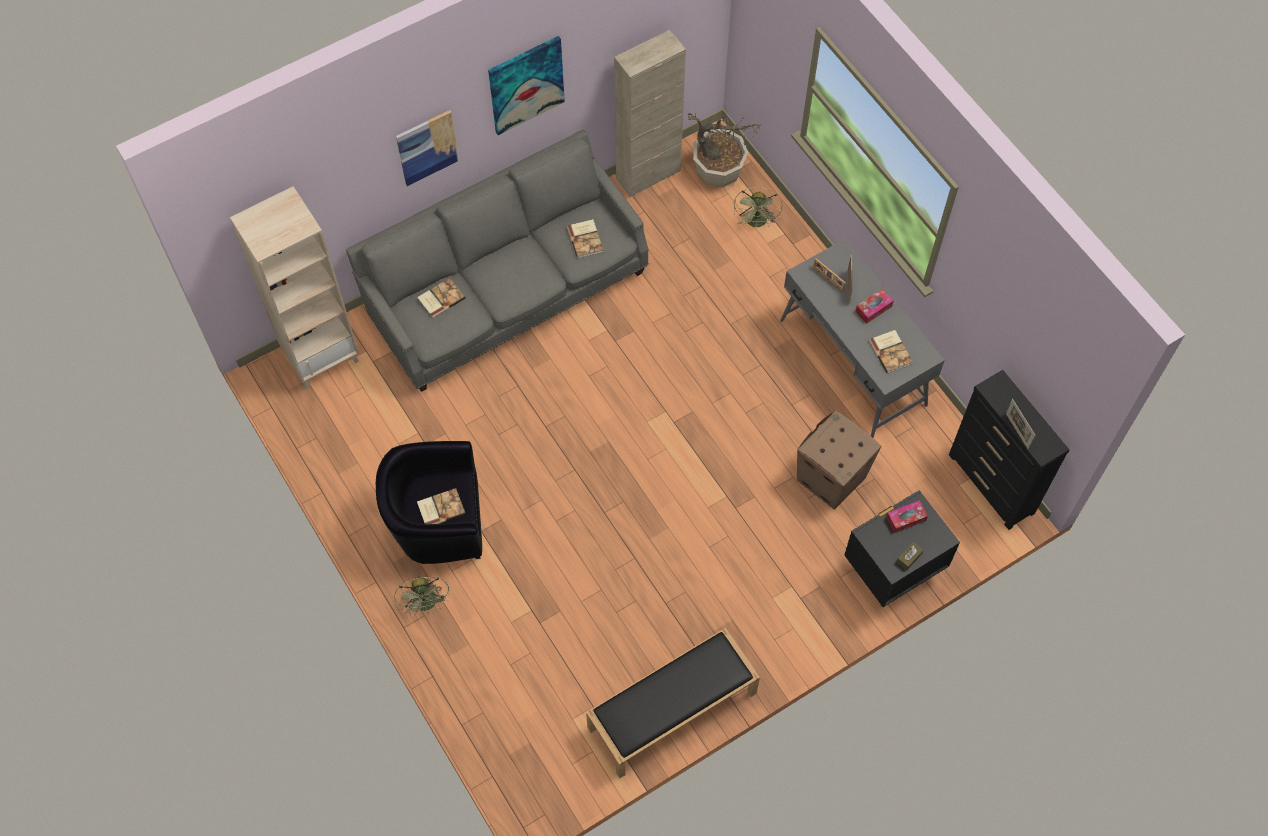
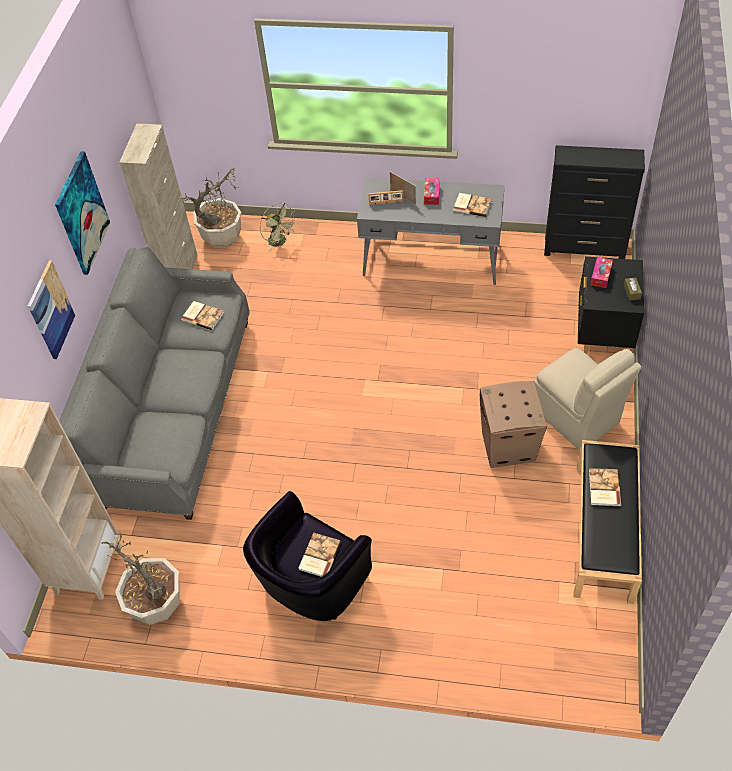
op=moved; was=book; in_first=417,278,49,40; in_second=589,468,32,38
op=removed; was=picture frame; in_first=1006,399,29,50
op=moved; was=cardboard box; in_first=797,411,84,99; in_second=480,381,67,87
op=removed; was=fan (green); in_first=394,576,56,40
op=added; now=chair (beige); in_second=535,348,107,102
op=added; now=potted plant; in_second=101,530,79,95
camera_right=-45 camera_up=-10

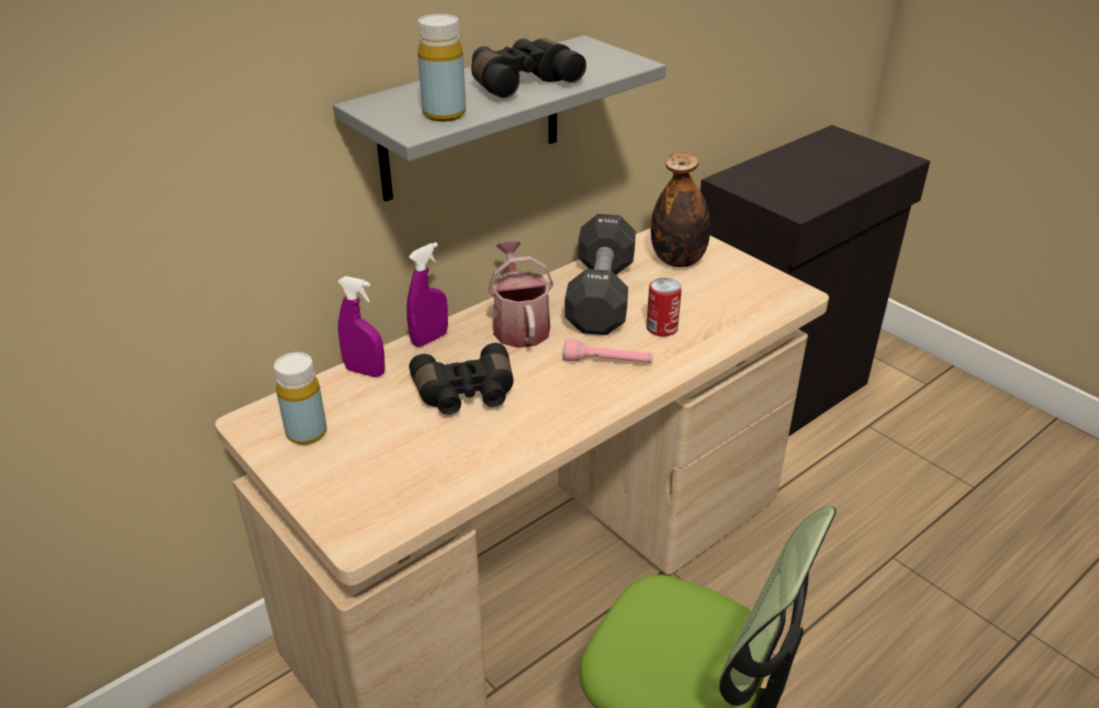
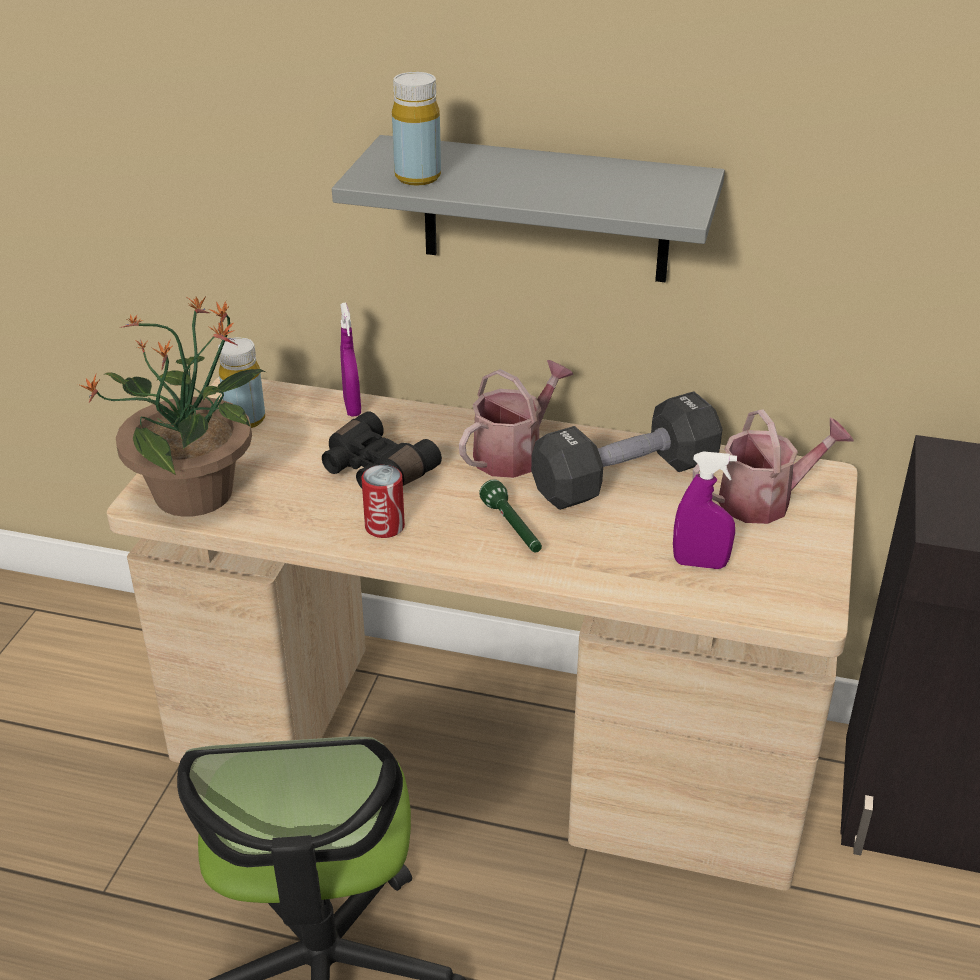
op=removed; was=binoculars (black); in_first=471,38,115,61
op=replaced; was=bottle; now=watering can; in_first=651,152,59,115; in_second=693,409,161,115
op=moved; was=spray bottle (purple); in_first=407,242,41,105; in_second=673,451,64,118
op=moved; was=can; in_first=646,278,36,59; in_second=362,465,43,73
op=recoloured; was=flashlight (pink); now=flashlight (green); in_first=563,339,90,24; in_second=479,479,63,73
op=added; now=potted plant; in_second=78,296,188,221
camera_right=55 camera_up=0

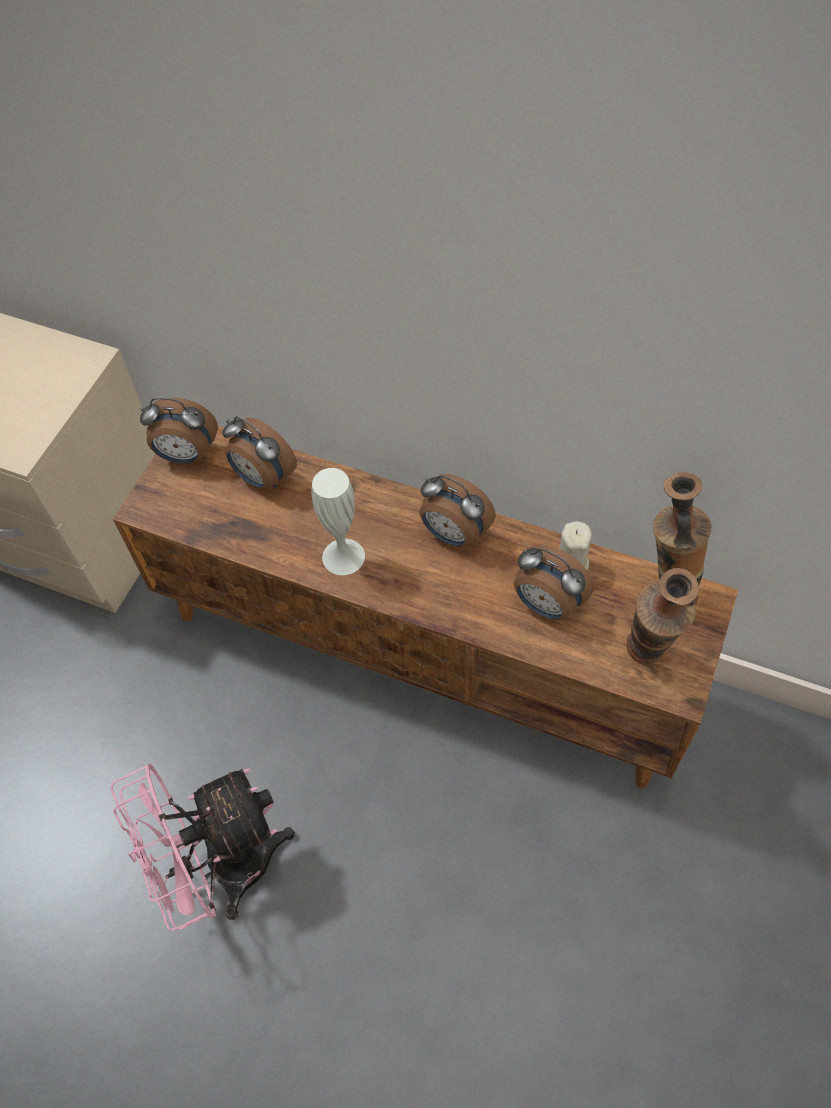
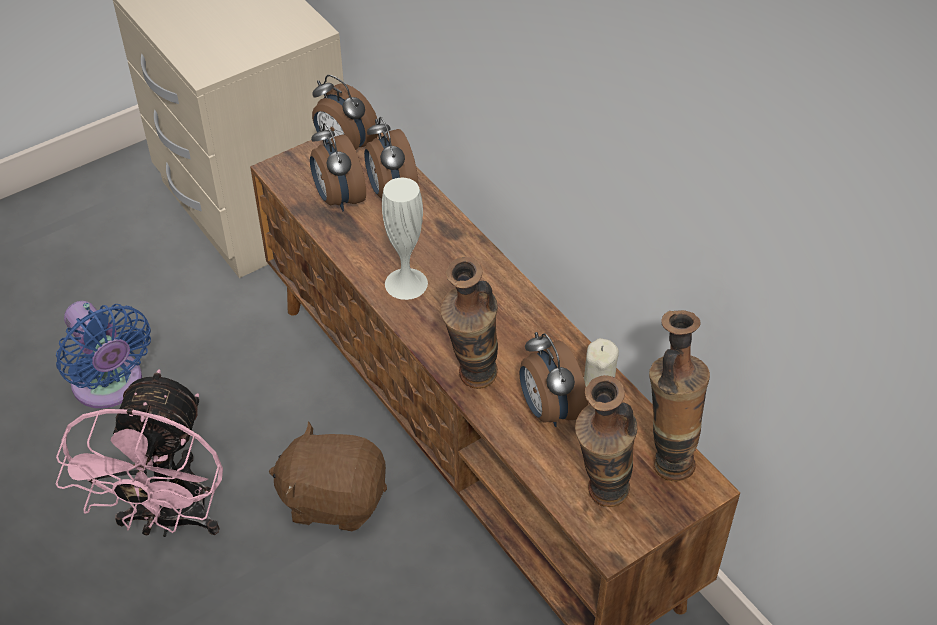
op=moved; was=alarm clock; in_first=419,474,77,73; in_second=310,123,56,88
op=turned; was=fan (pink); in_first=110,764,185,167; in_second=56,369,167,168; clockwise=-90
op=added; now=vase; in_second=440,257,58,132
op=added; now=fan (blue); in_second=56,301,95,107
op=added; now=plush toy (brown); in_second=269,422,118,109
camera_right=30 camera_up=-10

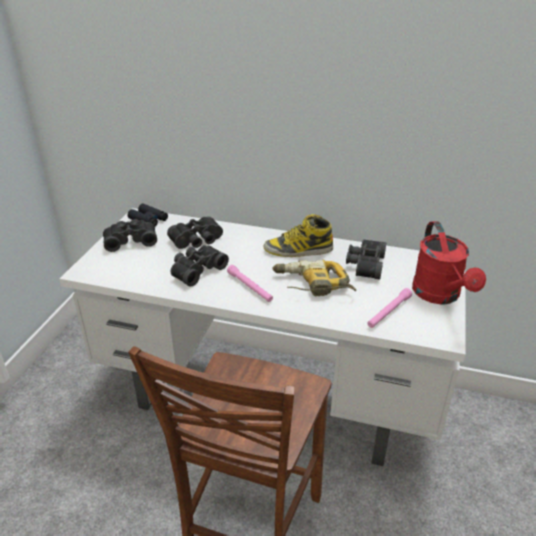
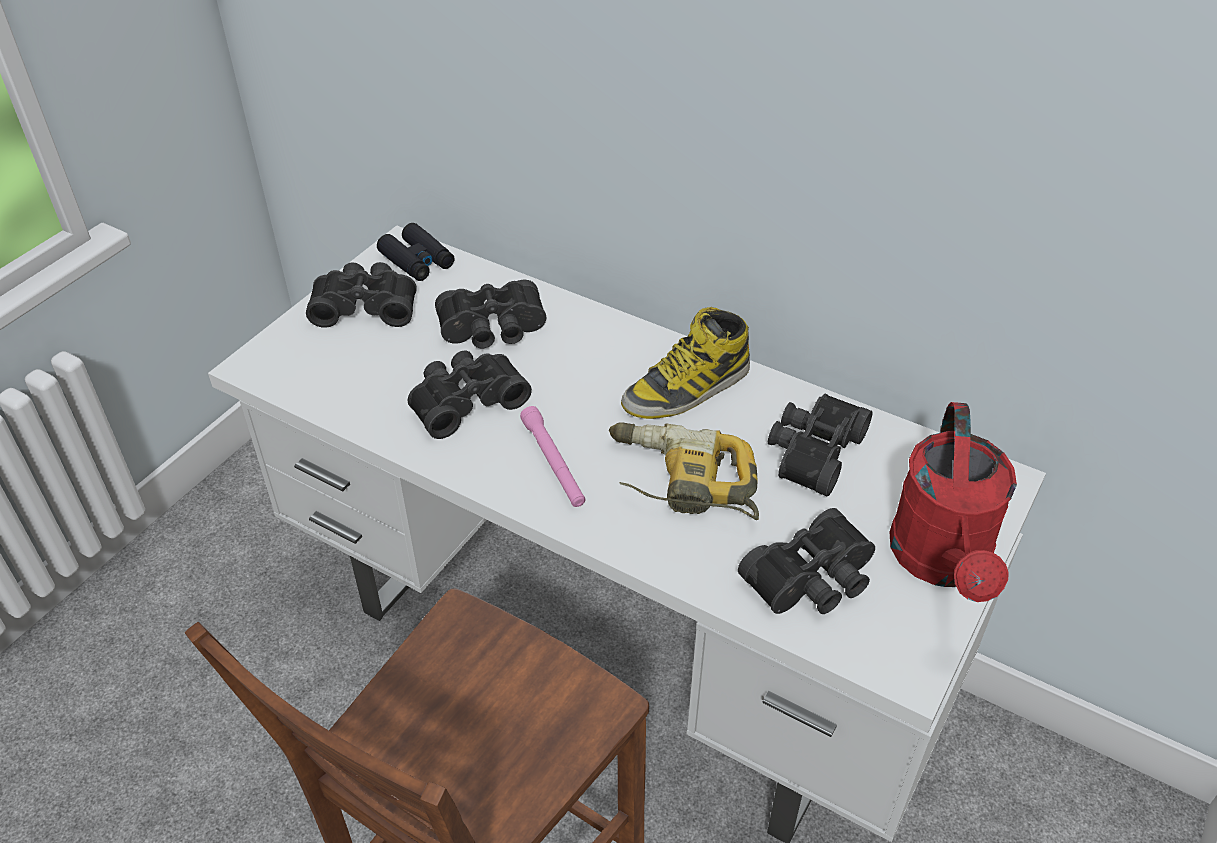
op=turned; was=boot; in_first=264,214,69,43; in_second=621,307,129,112; clockwise=-45
op=replaced; was=flashlight (pink); now=binoculars (black); in_first=368,288,44,40; in_second=738,508,137,106
camera_right=15 camera_up=10

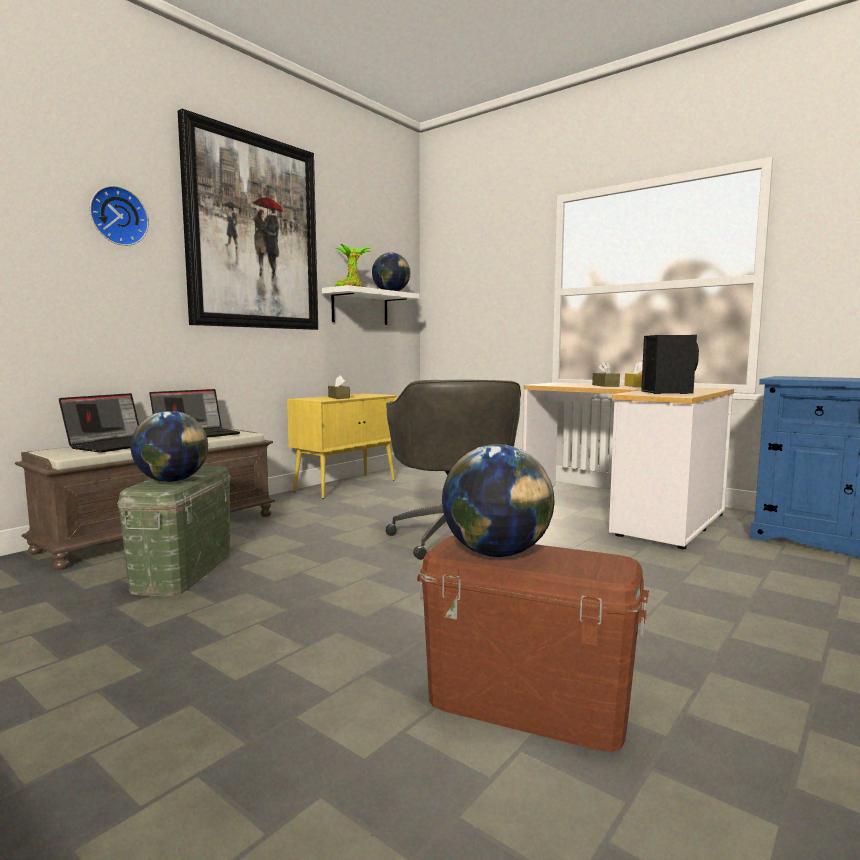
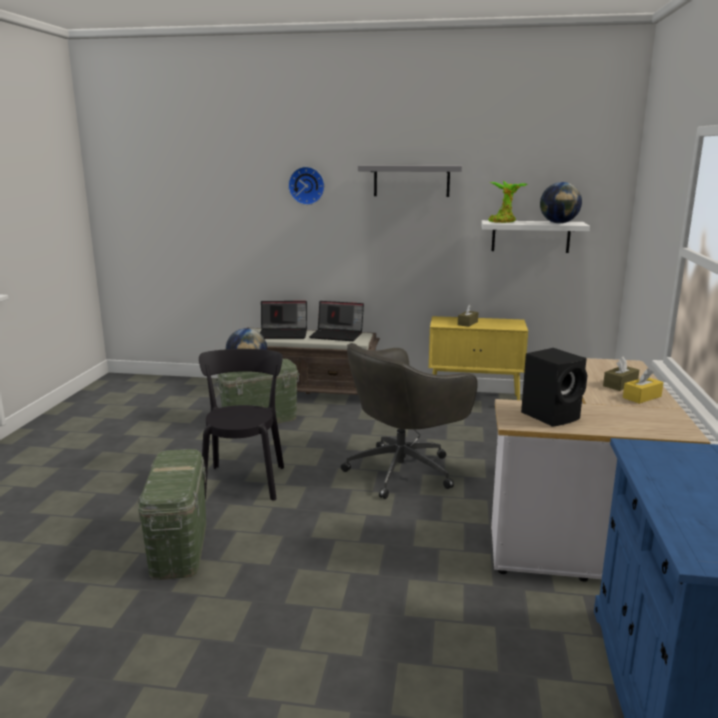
op=replaced; was=picture; now=shelf (grey); in_first=178,109,140,221; in_second=358,165,104,32
op=removed; was=globe; in_first=442,444,113,113
op=recoloured; was=storage box (brown); now=storage box (green); in_first=417,535,232,217; in_second=138,449,68,131
op=added; now=chair (black); in_second=199,349,85,151
camera_right=60 camera_up=10

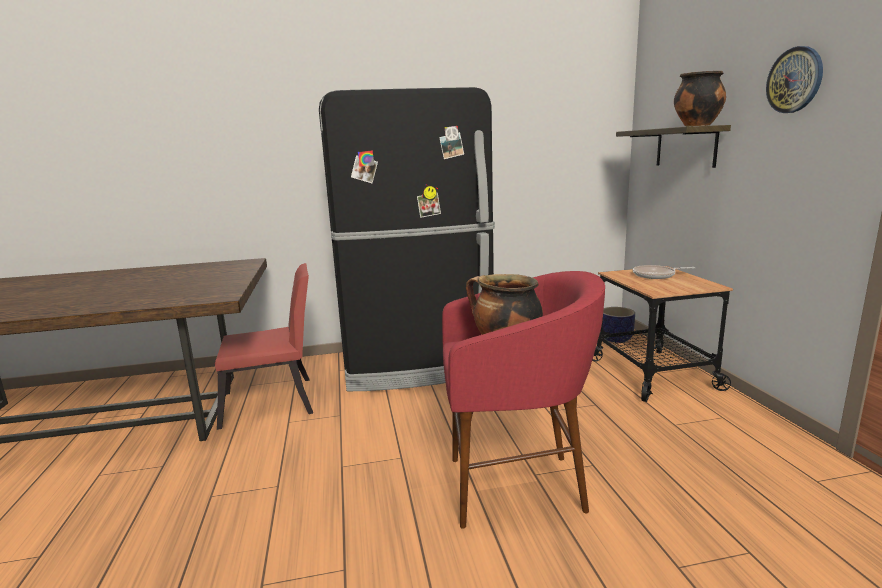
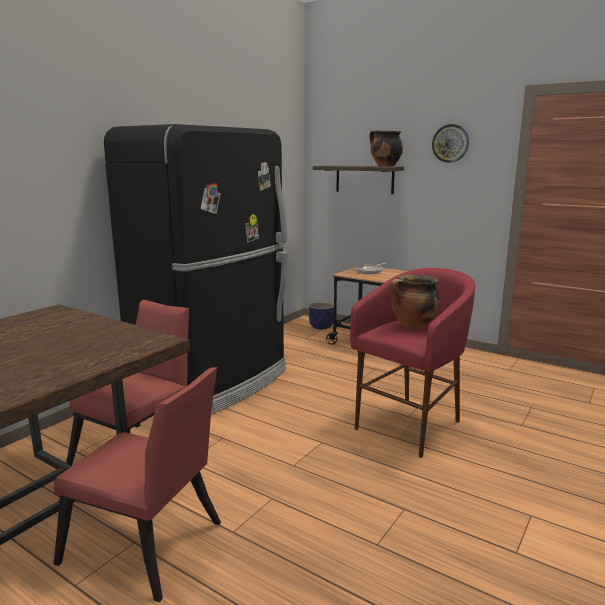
op=added; now=chair (red); in_second=53,367,168,235
camera_right=-45 camera_up=0

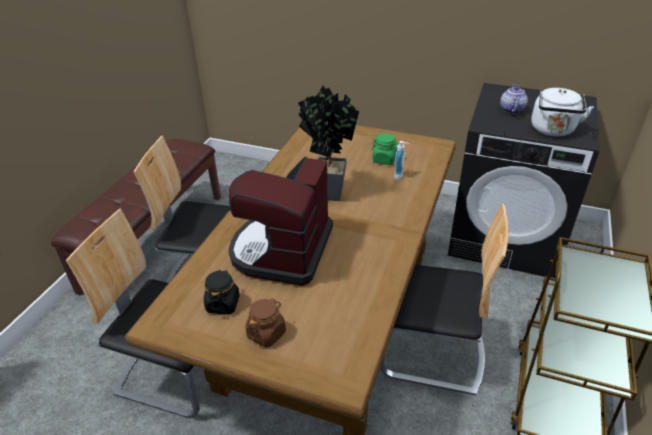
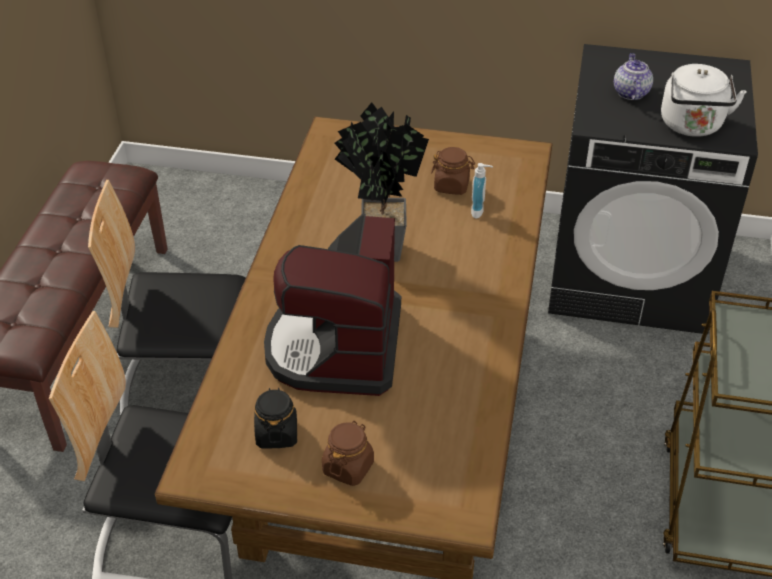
op=recoloured; was=jar (green); now=jar (brown); in_first=371,134,28,31; in_second=431,147,44,48
op=removed; was=chair; in_first=380,203,128,192
camera_right=-10 camera_up=5

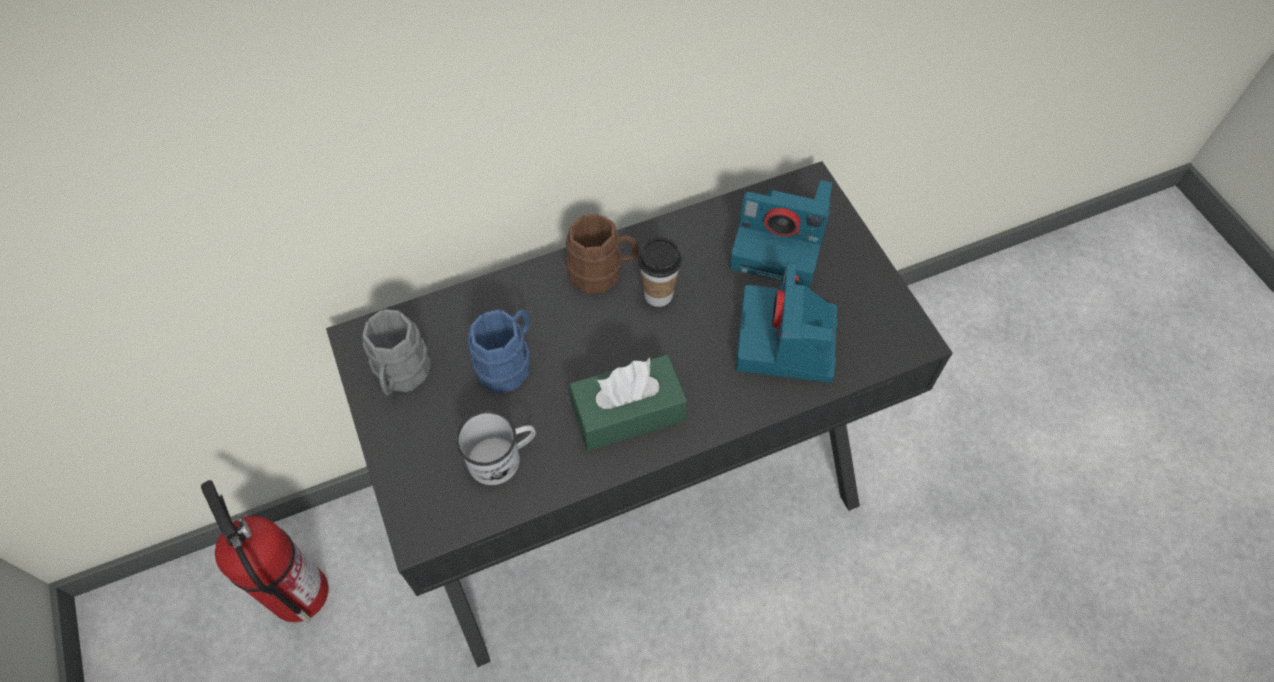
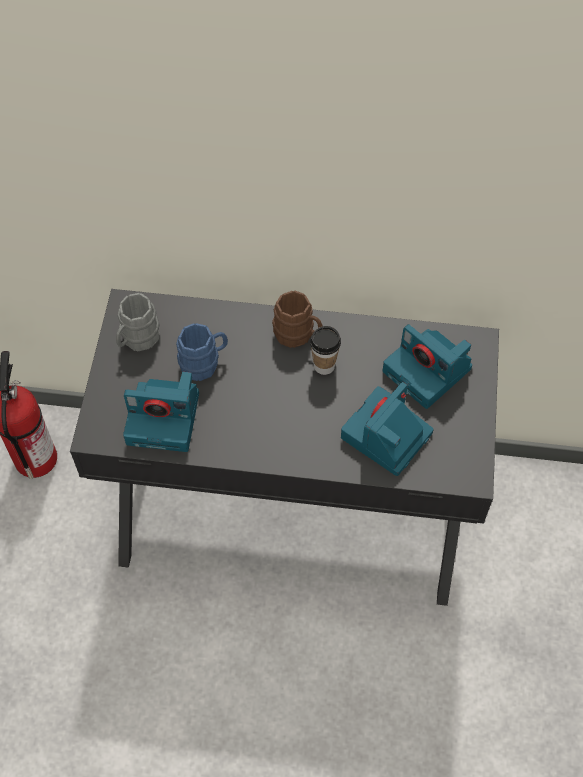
op=removed; was=tissue box (green); in_first=569,354,118,97
op=replaced; was=mug (white); now=photo camera; in_first=456,411,80,74; in_second=123,372,76,80
camera_right=30 camera_up=0

